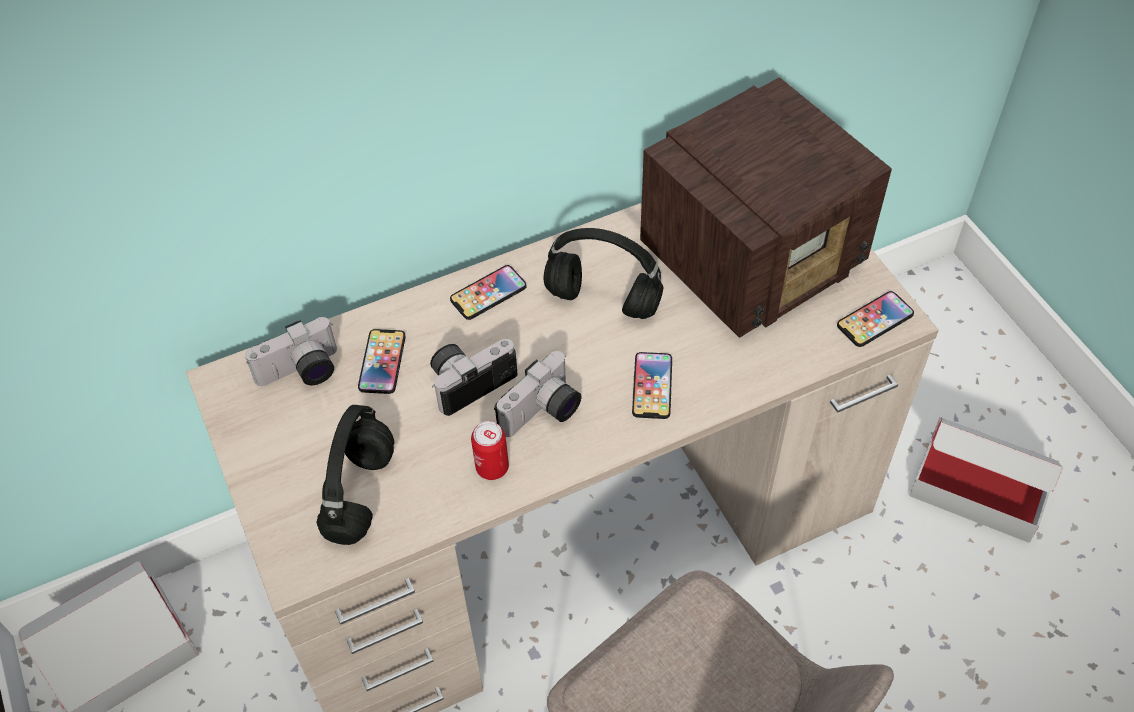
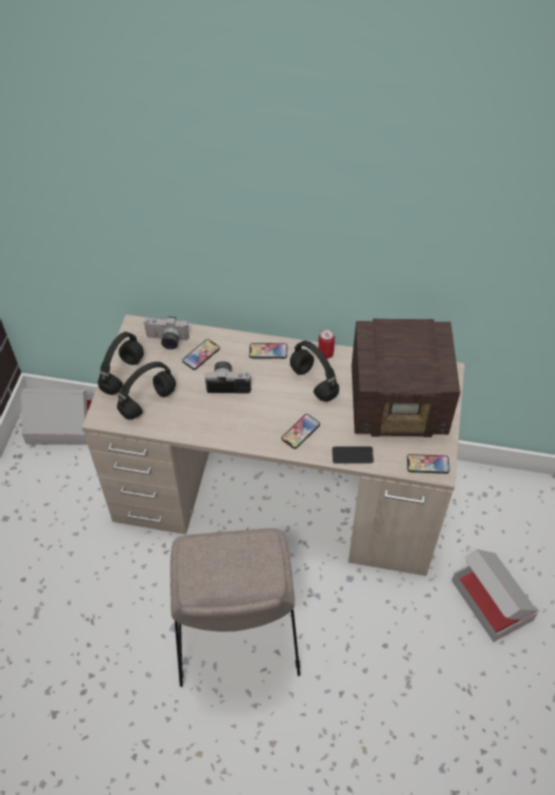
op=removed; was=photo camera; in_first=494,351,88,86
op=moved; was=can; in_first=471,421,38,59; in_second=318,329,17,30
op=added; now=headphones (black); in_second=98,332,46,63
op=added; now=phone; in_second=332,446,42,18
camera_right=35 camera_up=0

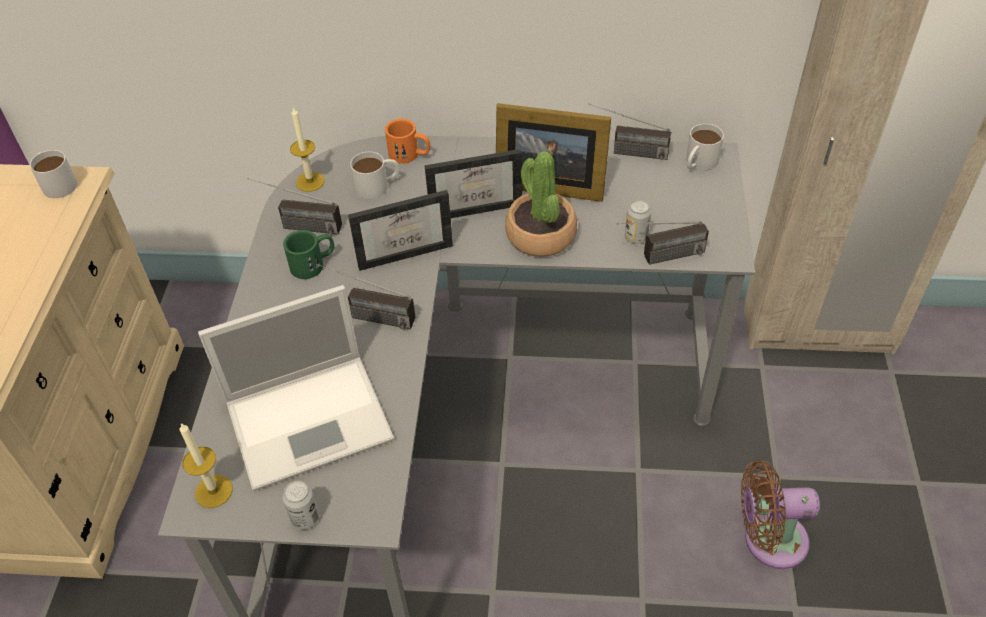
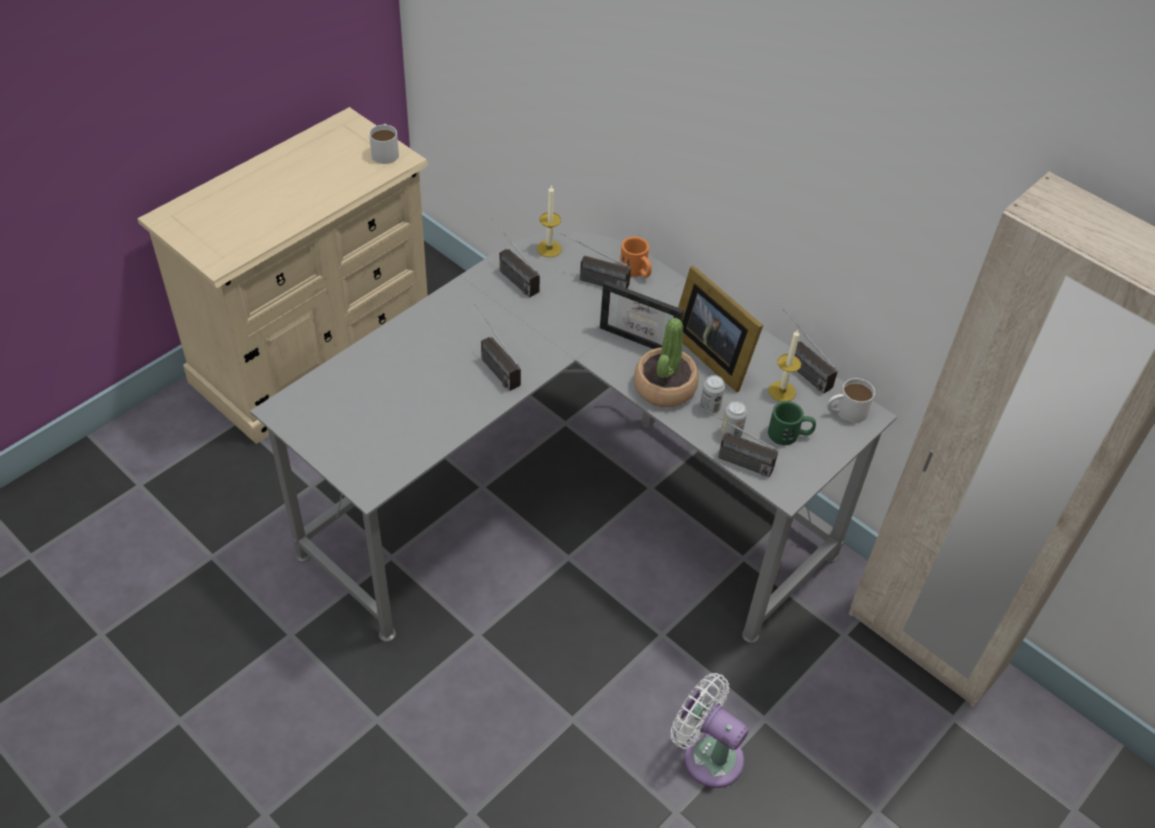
op=replaced; was=mug (white); now=radio; in_first=350,152,50,47; in_second=560,233,71,56
op=removed; was=picture frame; in_first=348,190,105,81
op=moved; was=mug (green); in_first=283,230,51,49; in_second=768,401,48,44
op=removed; was=laptop; in_first=198,285,196,206
op=moved; was=candle; in_first=180,423,53,85; in_second=769,330,32,72
op=recoloured; was=fan (brown); now=fan (white); in_first=741,460,79,109; in_second=671,673,78,115
op=moved; was=can; in_first=282,481,37,49; in_second=700,375,25,39
camera_right=35 camera_up=0

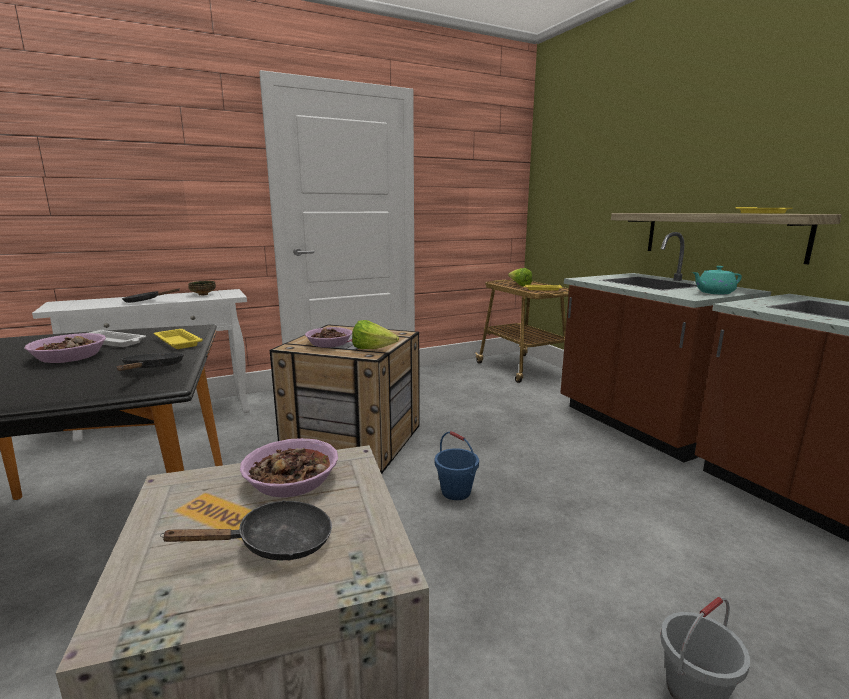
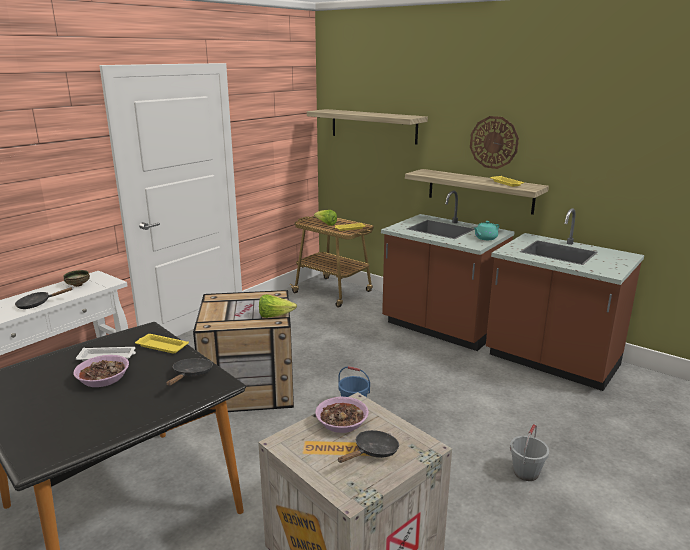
op=removed; was=bowl; in_first=305,327,47,21
op=turned; was=frying pan (black); in_first=117,353,67,18; in_second=166,358,47,28; clockwise=45
op=added; now=shelf; in_second=307,109,121,36
op=added; now=wall clock; in_second=470,116,49,53
camera_right=-25 camera_up=5

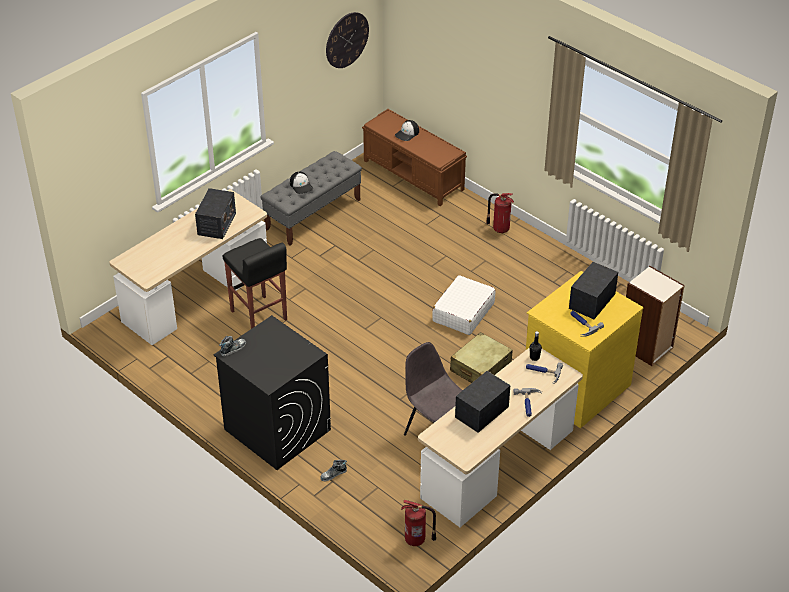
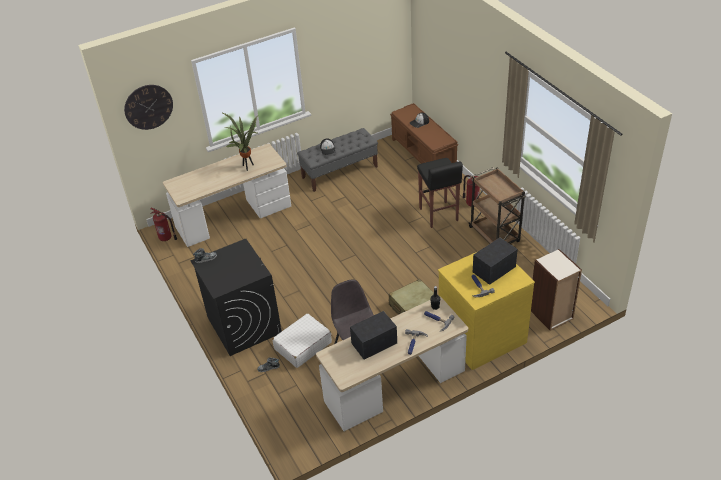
op=moved; was=wall clock; in_first=326,12,43,56; in_second=124,85,49,45
op=replaced; was=radio; now=potted plant; in_first=195,188,41,51; in_second=221,112,38,59
op=moved; was=stool (black); in_first=223,238,64,91; in_second=417,158,46,70
op=moved; was=suitcase (white); in_first=432,275,64,60; in_second=272,313,60,55
op=moved; was=fire extinguisher; in_first=401,500,35,46; in_second=150,207,27,34
op=added; now=cart (brown); in_second=469,167,57,77
camera_right=20 camera_up=0

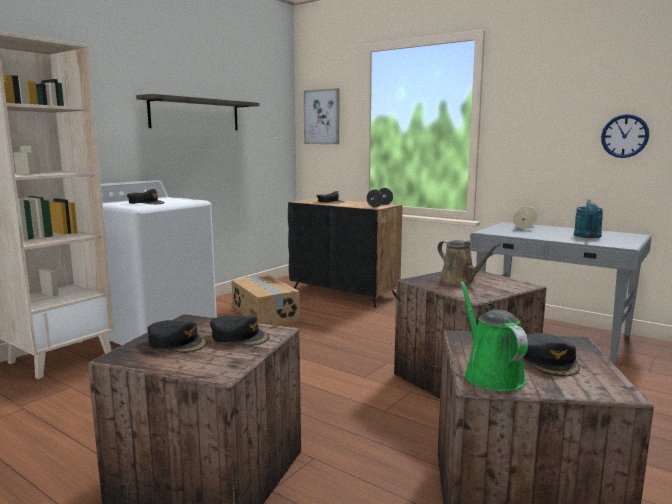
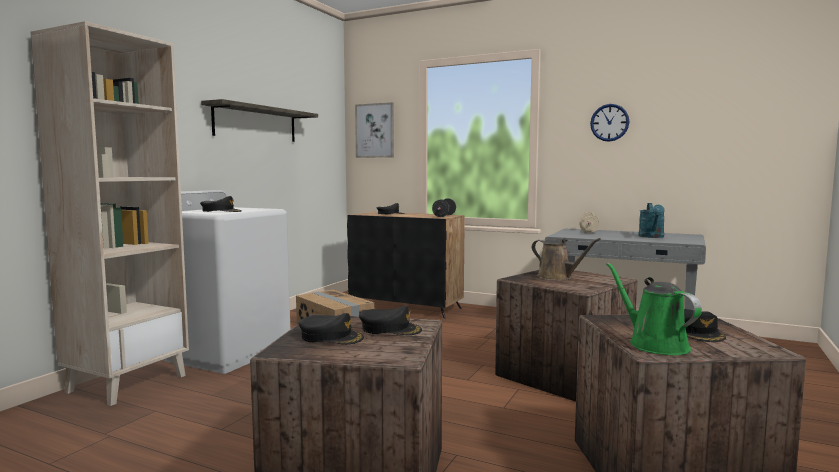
op=moved; was=wall clock; in_first=601,114,48,44; in_second=590,104,39,38
camera_right=-10 camera_up=-5

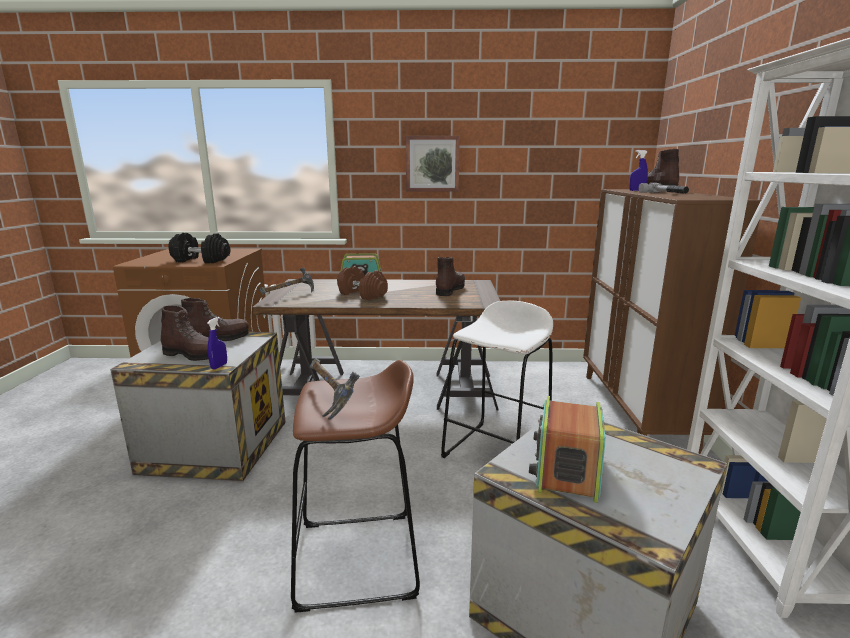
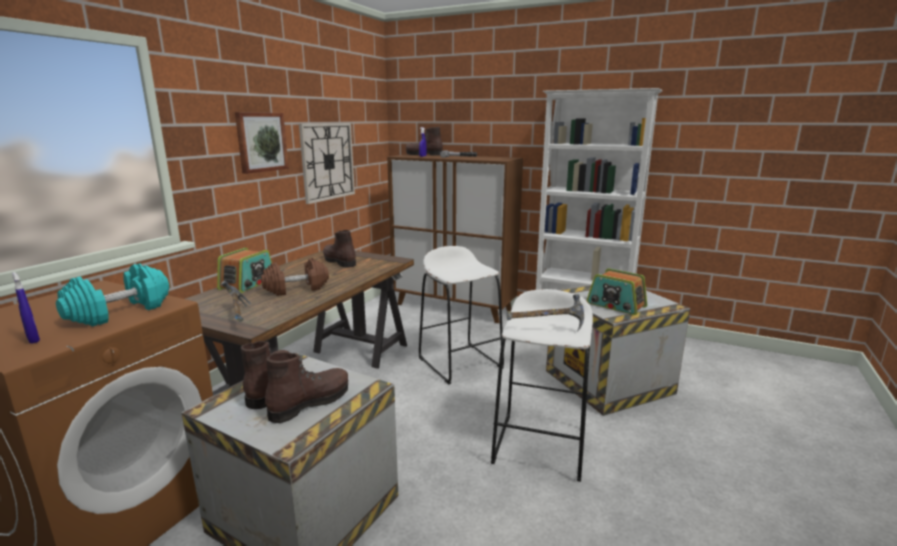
op=recoloured; was=dumbbell (black); now=dumbbell (turquoise); in_first=168,233,62,30; in_second=56,263,113,64
op=moved; was=spray bottle (blue); in_first=207,317,20,52; in_second=12,272,28,72
op=recoloured; was=stool (brown); now=stool (white); in_first=291,360,129,253; in_second=491,289,102,193
op=added; now=wall clock; in_second=299,123,56,81
camera_right=-65 camera_up=0

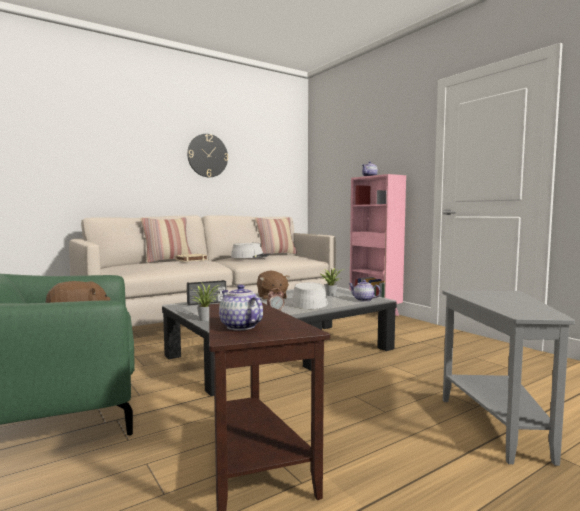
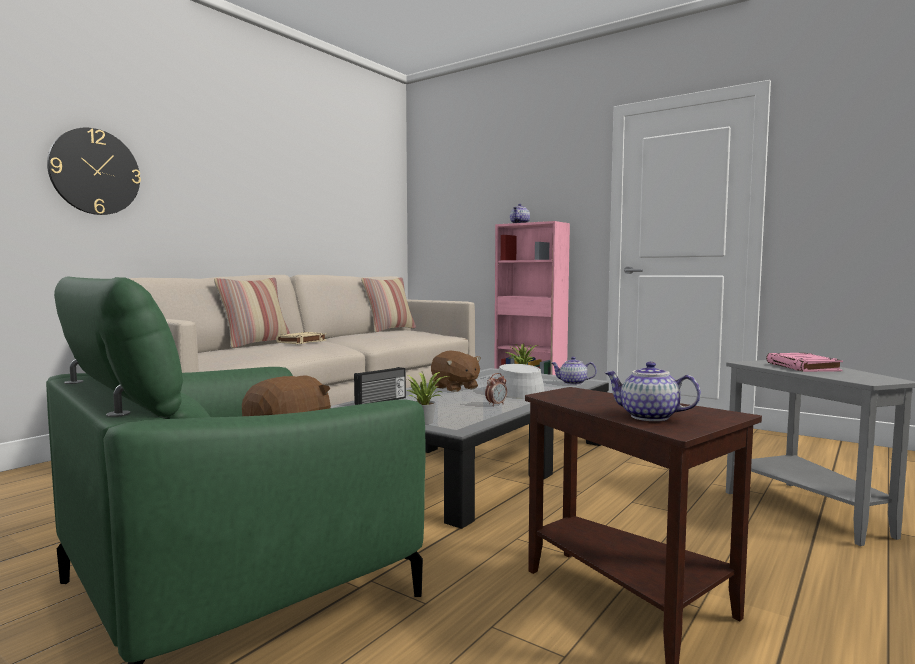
op=moved; was=wall clock; in_first=187,134,41,43; in_second=47,128,94,87
op=removed; was=hat (grey); in_first=231,243,40,15
op=added; now=book (pink); in_second=766,353,77,19
camera_right=-20 camera_up=0

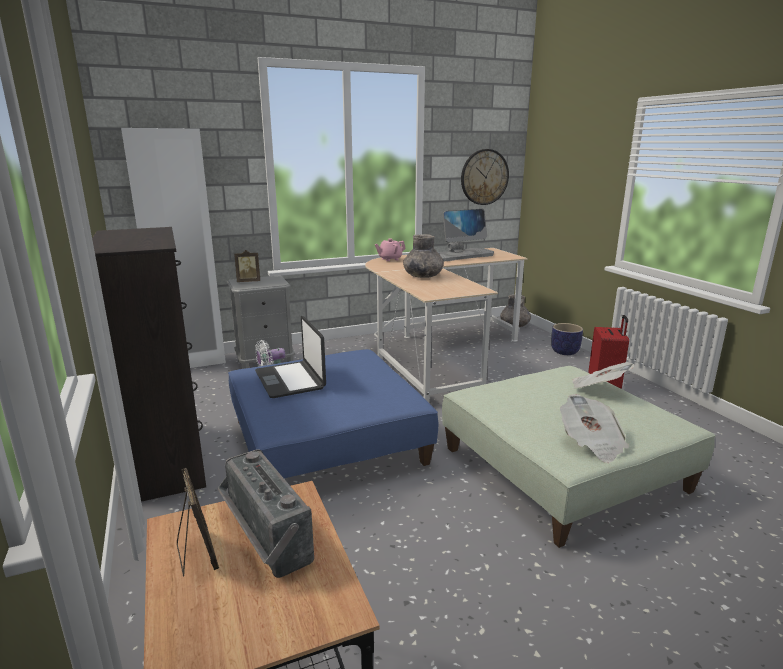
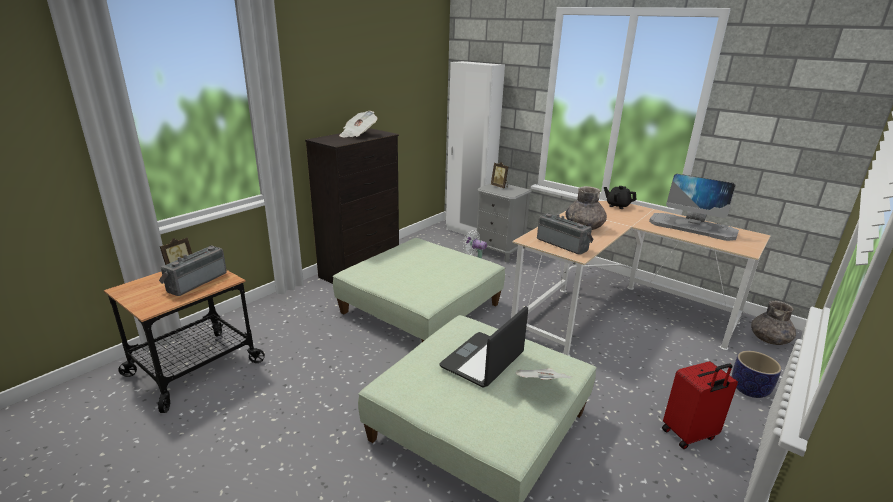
op=removed; was=wall clock; in_first=461,149,48,56
op=recoloured; was=teapot (pink); now=teapot (black); in_first=375,238,31,23; in_second=604,186,33,23
op=moved; was=laptop; in_first=255,316,71,82; in_second=439,306,89,81
op=recoloured; was=ottoman (blue); now=ottoman (green); in_first=228,349,210,129; in_second=333,238,172,104
op=moved; was=newspaper; in_first=560,394,69,69; in_second=339,111,39,26
op=added; now=radio; in_second=537,213,57,42
camera_right=60 camera_up=5

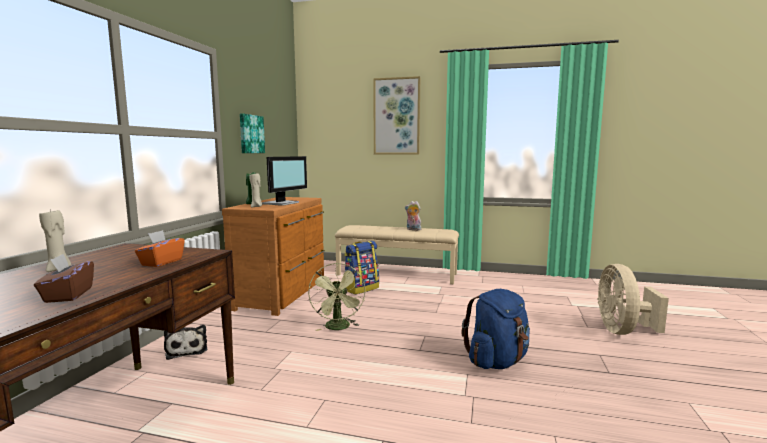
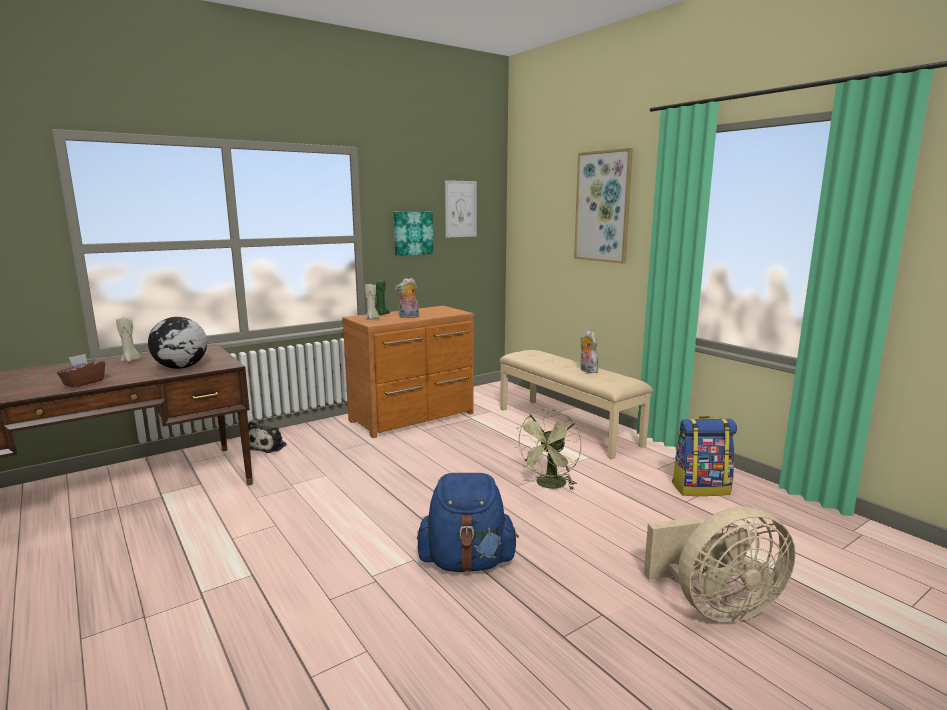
op=replaced; was=monitor; now=plush toy; in_first=262,156,45,50; in_second=395,278,24,40
op=replaced; was=tissue box (orange); now=globe; in_first=135,230,50,37; in_second=148,317,59,52
op=moved; was=backpack; in_first=345,241,34,53; in_second=672,416,65,80
op=moved; was=fan (green); in_first=308,263,57,68; in_second=514,409,68,81
op=turned; was=fan (beige); in_first=597,264,72,71; in_second=644,506,151,116; clockwise=-150
op=added; now=picture; in_second=445,180,32,58
camera_right=40 camera_up=5

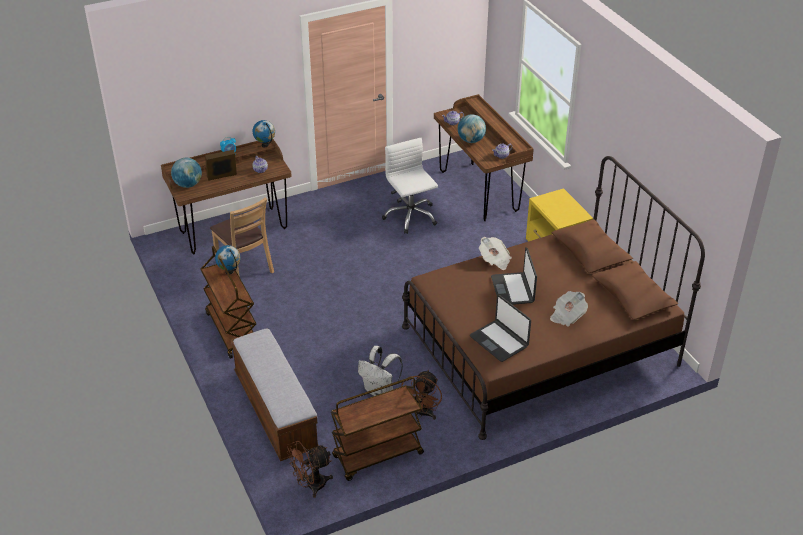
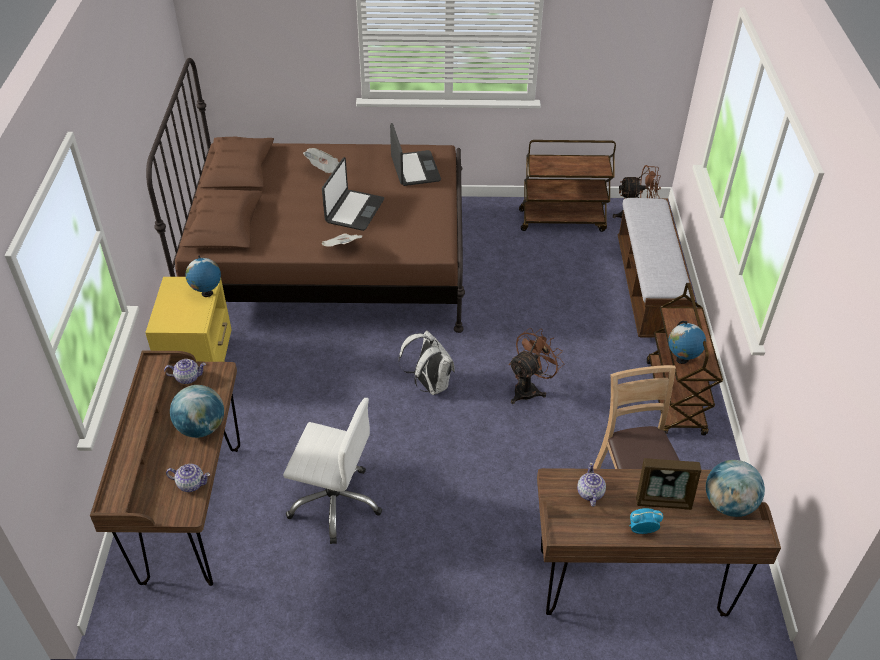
op=moved; was=globe; in_first=252,120,23,28; in_second=185,255,36,42
op=turned; was=office chair (white); in_first=382,138,56,96; in_second=283,398,99,146; clockwise=-75
op=moved; was=backpack (white); in_first=358,346,45,50; in_second=398,331,57,64
op=moved; was=fan (brown); in_first=401,370,41,50; in_second=509,328,55,76
camera_right=-155 camera_up=5

